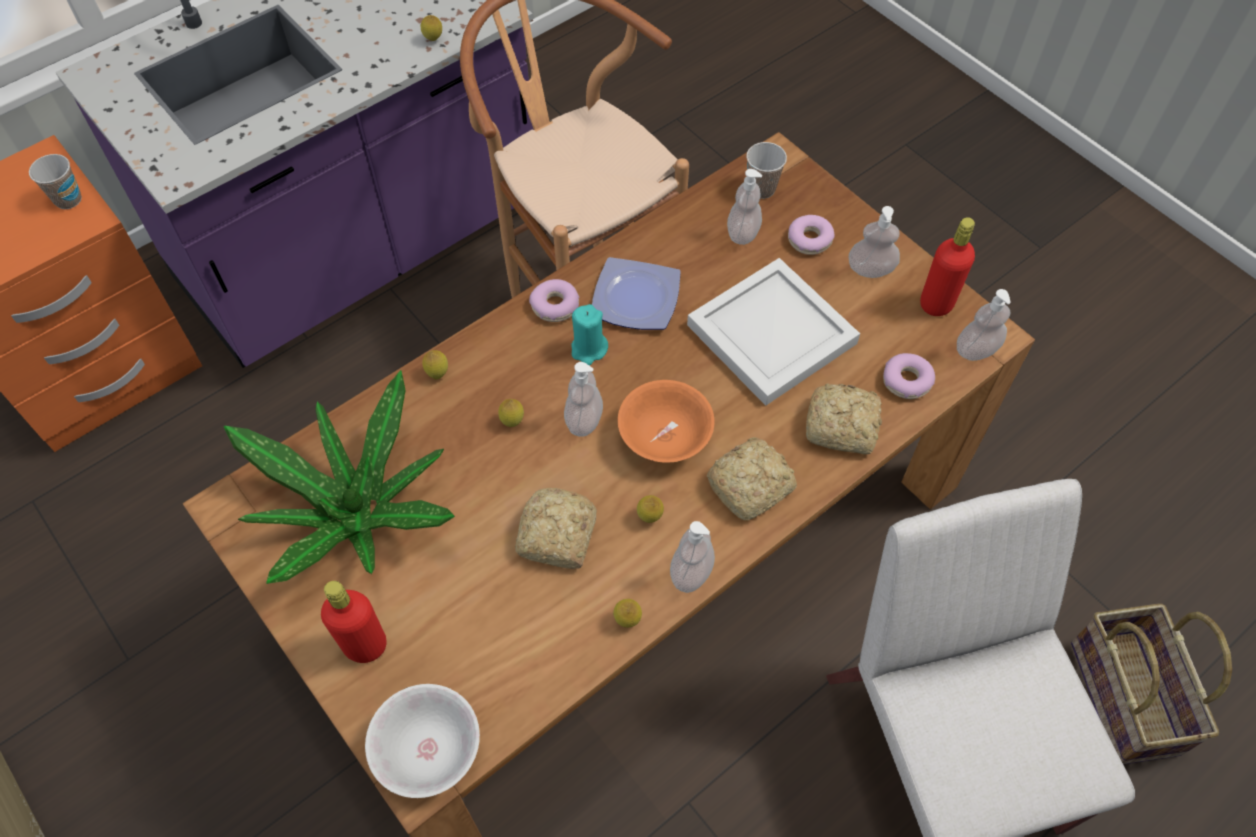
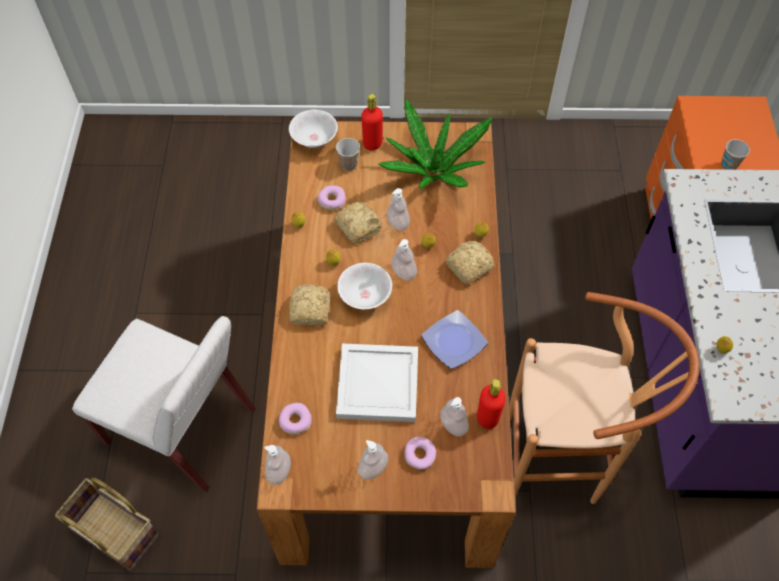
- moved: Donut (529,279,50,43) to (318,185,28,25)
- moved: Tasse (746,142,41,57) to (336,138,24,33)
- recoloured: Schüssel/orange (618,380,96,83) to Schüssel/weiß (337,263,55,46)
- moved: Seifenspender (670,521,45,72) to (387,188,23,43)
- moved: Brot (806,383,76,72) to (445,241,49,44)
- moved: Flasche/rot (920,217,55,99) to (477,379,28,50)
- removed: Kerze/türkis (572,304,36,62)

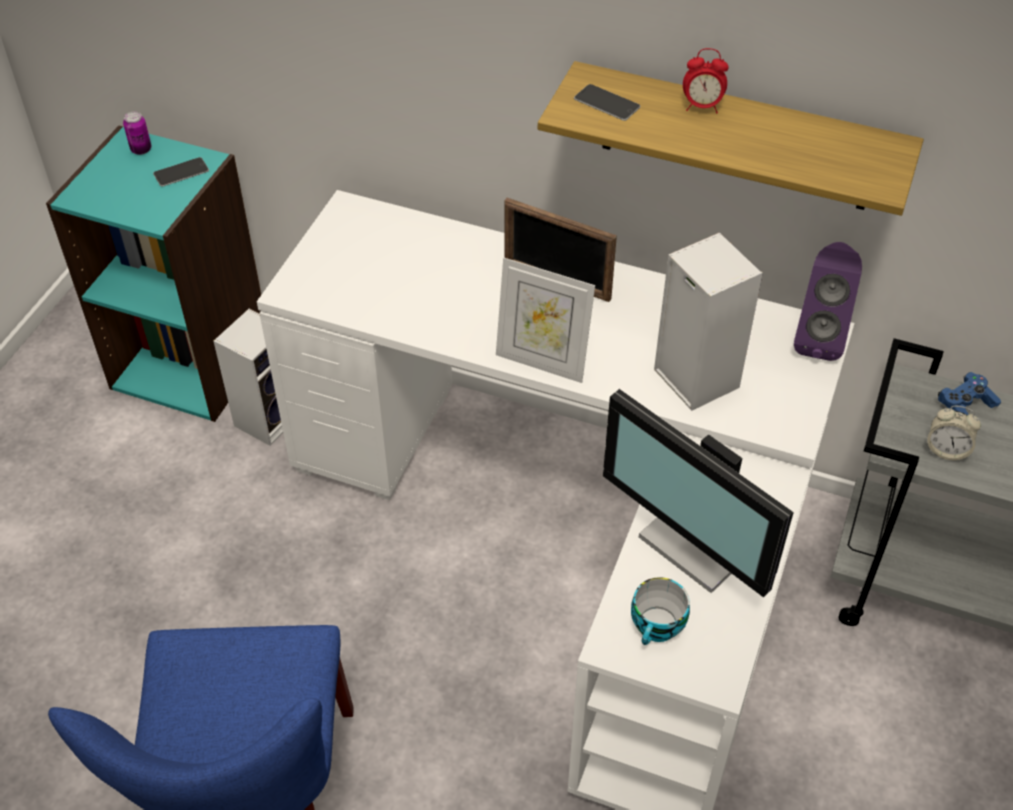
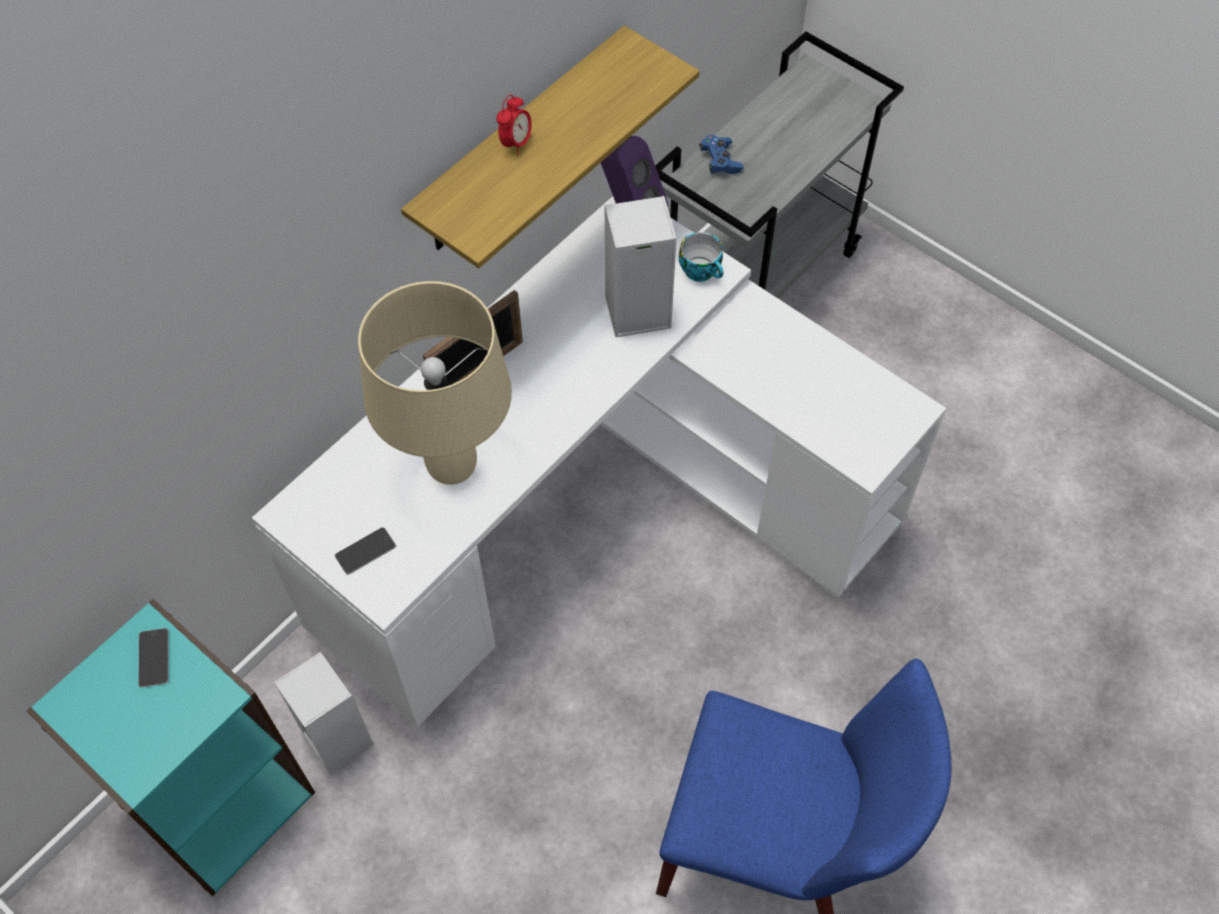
- moved: Handy (574,84,66,37) to (335,527,61,48)
- added: Tischlampe/beige (358,281,154,204)
- moved: Tasse (631,577,59,68) to (679,232,44,50)
- removed: Dose (123,112,28,43)
- removed: Bilderrahmen (496,258,99,125)
- removed: Monitor (603,389,191,209)
- removed: Wecker (927,405,54,56)

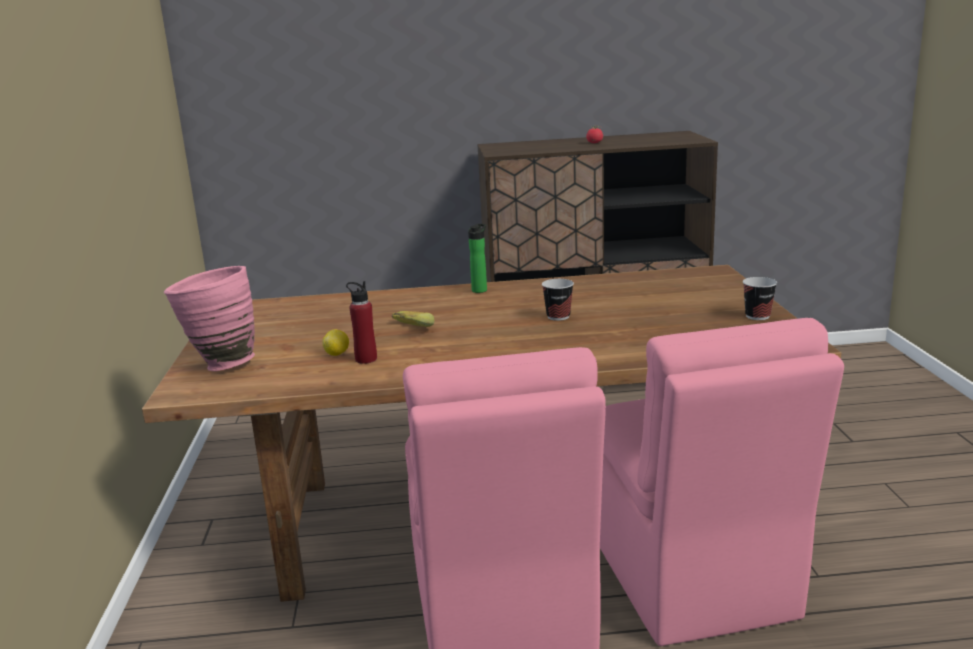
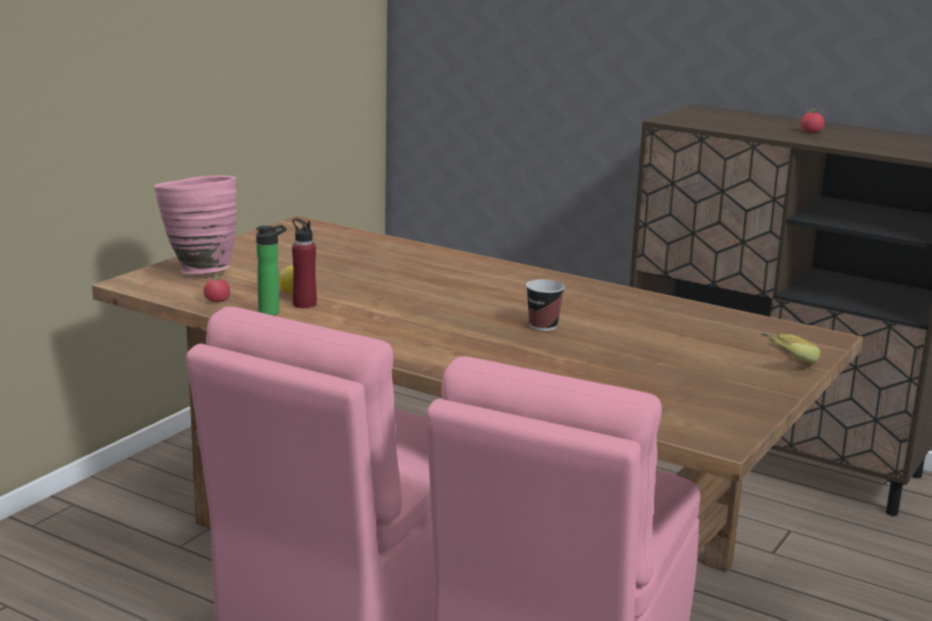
- added: Tomate (204,275,26,27)
- moved: Flasche (468,224,19,69) to (256,225,31,91)
- moved: Banane (392,311,42,16) to (761,333,59,30)
- removed: Tasse (743,277,34,43)

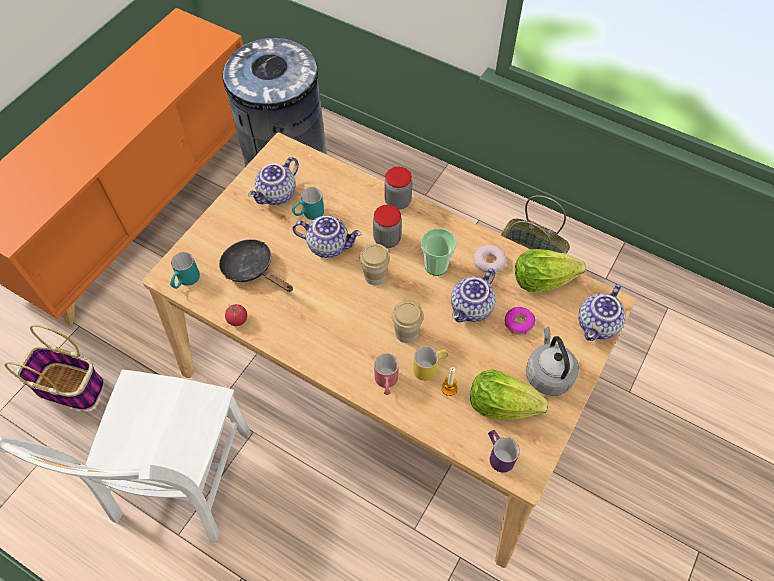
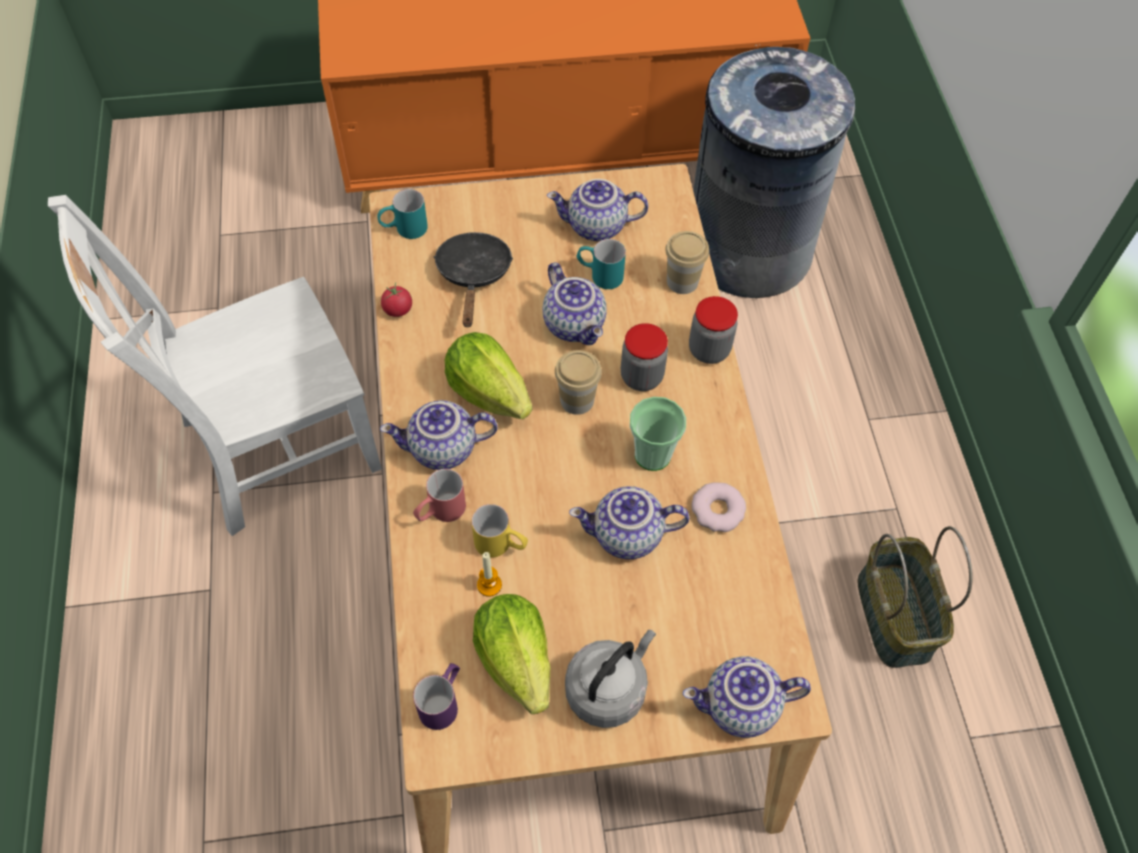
- added: Teekanne (380,400,118,70)
- moved: Salatkopf (515,249,71,43) to (445,332,87,87)
- moved: Tasse (392,301,32,42) to (665,231,44,63)
- removed: Korb (5,325,99,85)
- removed: Donut (505,307,31,28)

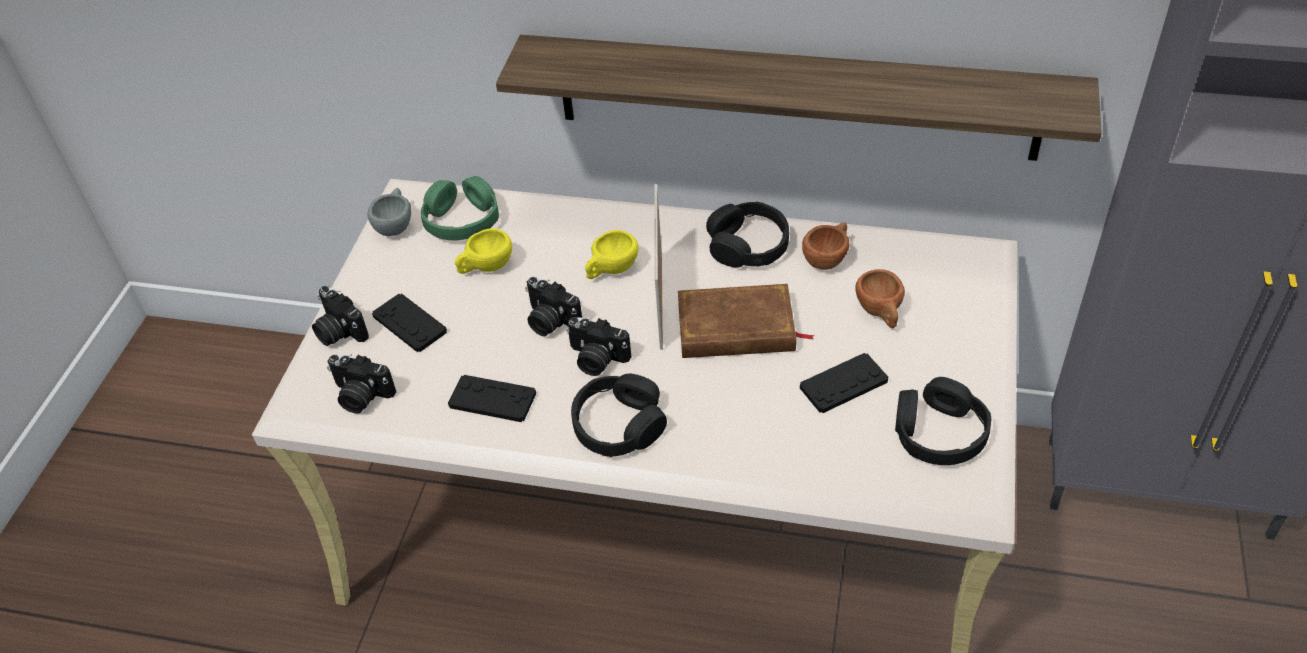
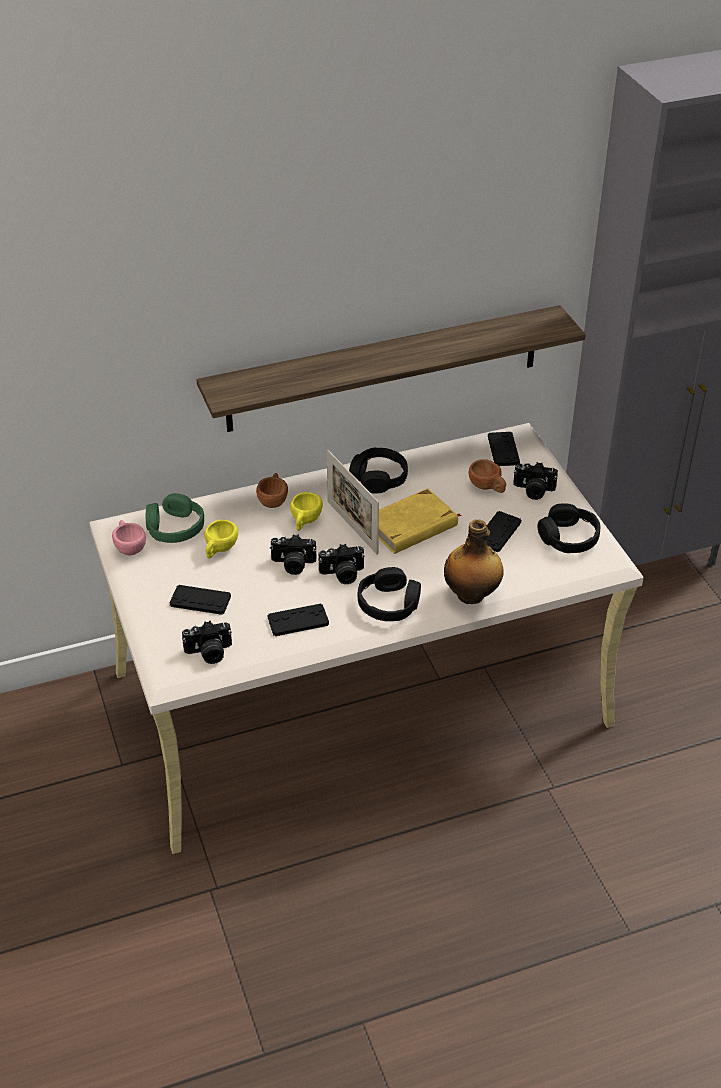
- recoloured: Tasse/grau (367,188,44,48) to Tasse/rosa (112,520,34,35)
- moved: Tasse/braun (802,223,48,47) to (256,473,32,35)
- recoloured: Buch/braun (678,284,136,74) to Buch/gelb (379,488,83,66)
- added: Flasche (444,519,60,85)
- added: Gamepad/schwarz (488,432,32,34)
- moved: Kamera (312,286,57,60) to (513,462,45,38)

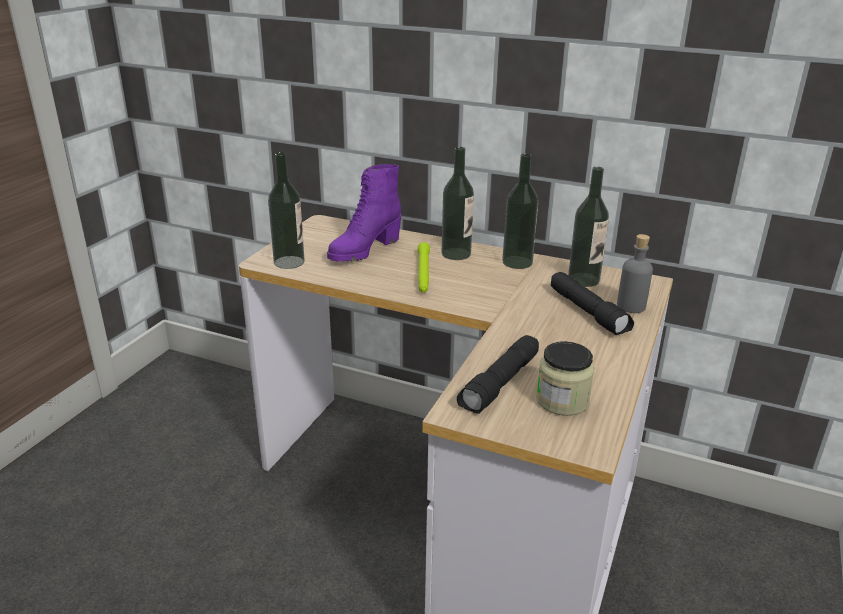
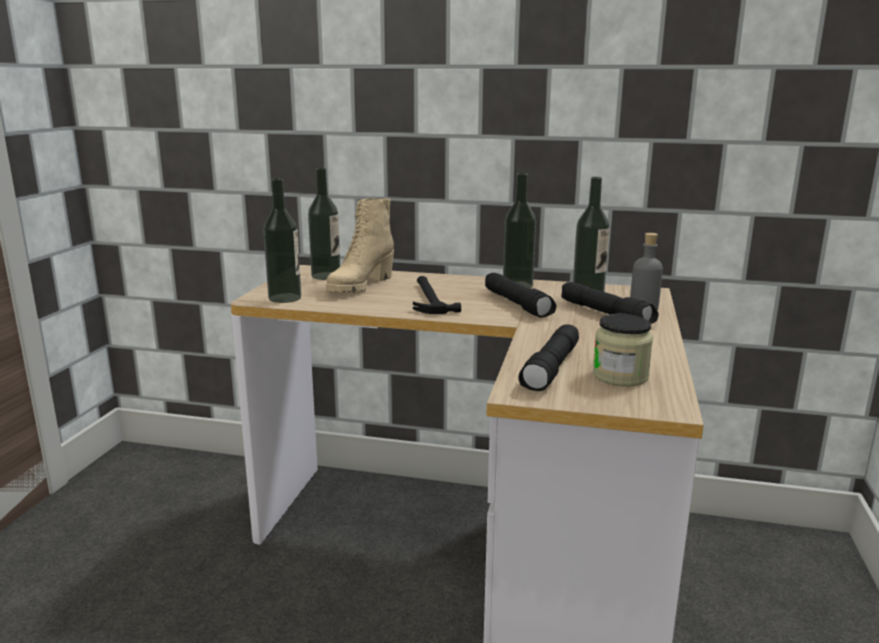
- moved: Flasche (441,147,33,113) to (308,168,32,112)
- recoloured: Stiefel/lila (327,164,74,98) to Stiefel/beige (326,198,68,95)
- replaced: Taschenlampe/grün (418,242,12,50) to Hammer (413,276,48,38)
- added: Taschenlampe/schwarz (485,273,71,45)

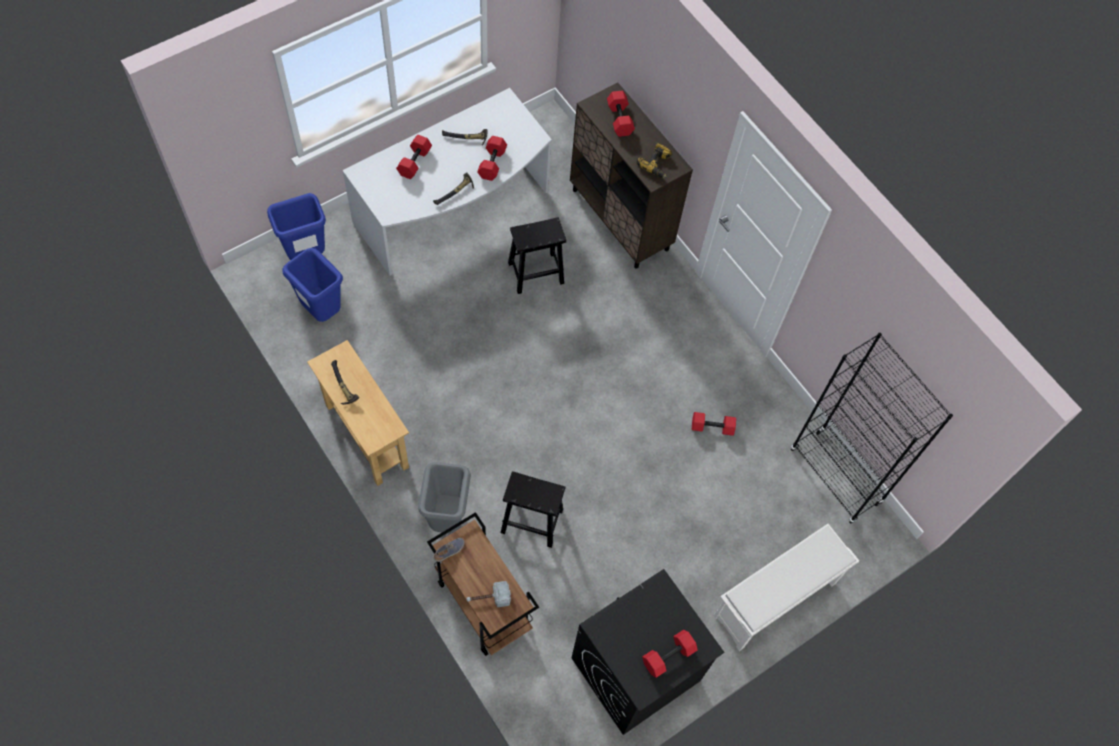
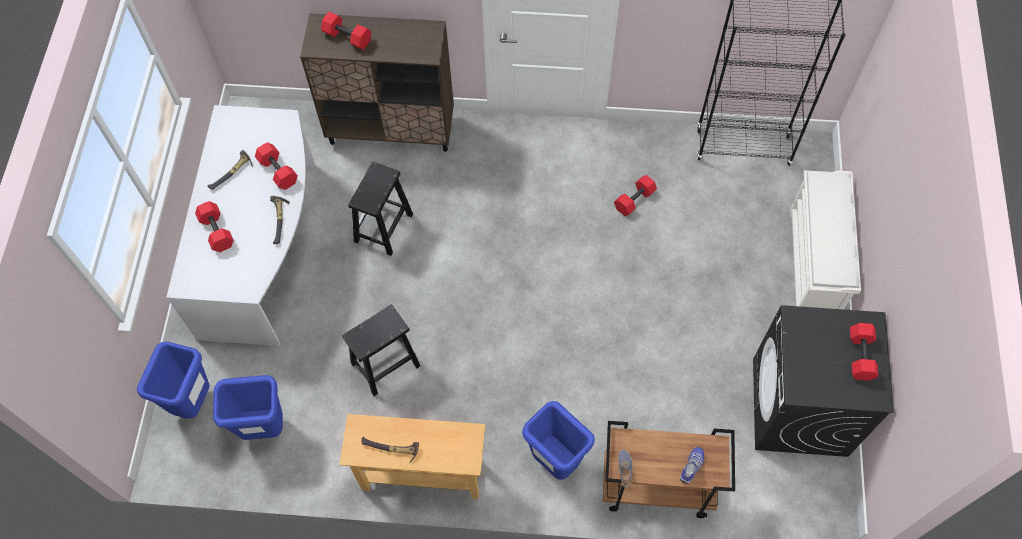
- moved: Hocker/schwarz (501,471,64,77) to (342,304,78,92)
- recoloured: Mülleimer/grau (418,462,53,71) to Mülleimer/blau (522,401,73,79)
- replaced: Hammer (466,581,45,26) to Schuh (680,447,24,37)
- removed: Bohrmaschine (637,143,35,35)

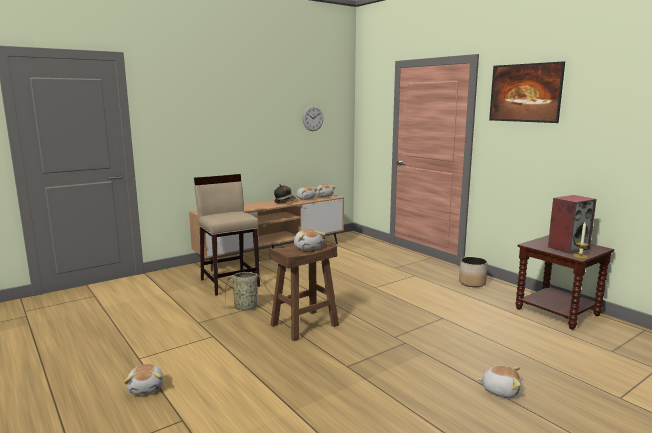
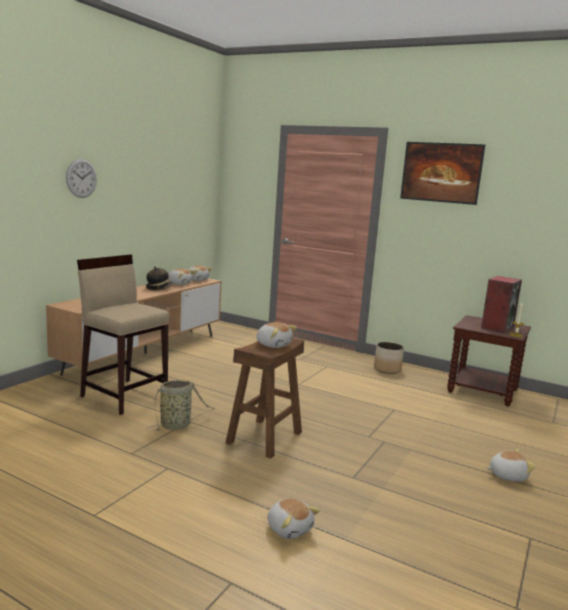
- moved: Wanduhr (303,106,20,25) to (66,159,31,39)
- moved: Plüschtier (124,364,40,31) to (267,498,53,41)

